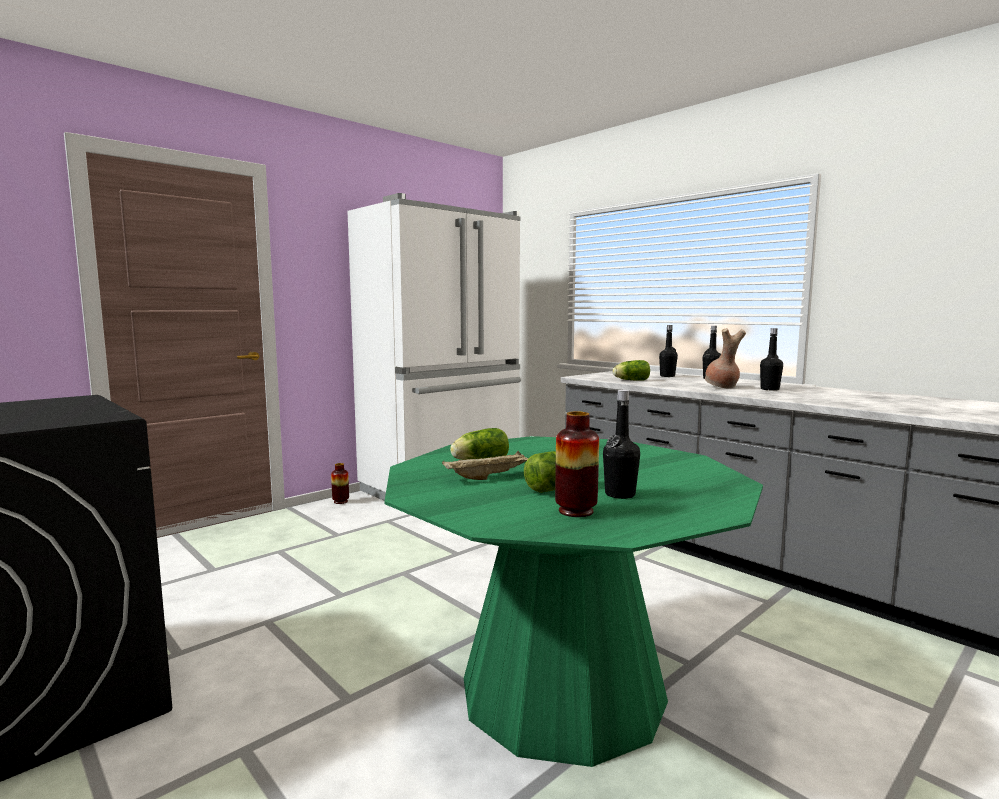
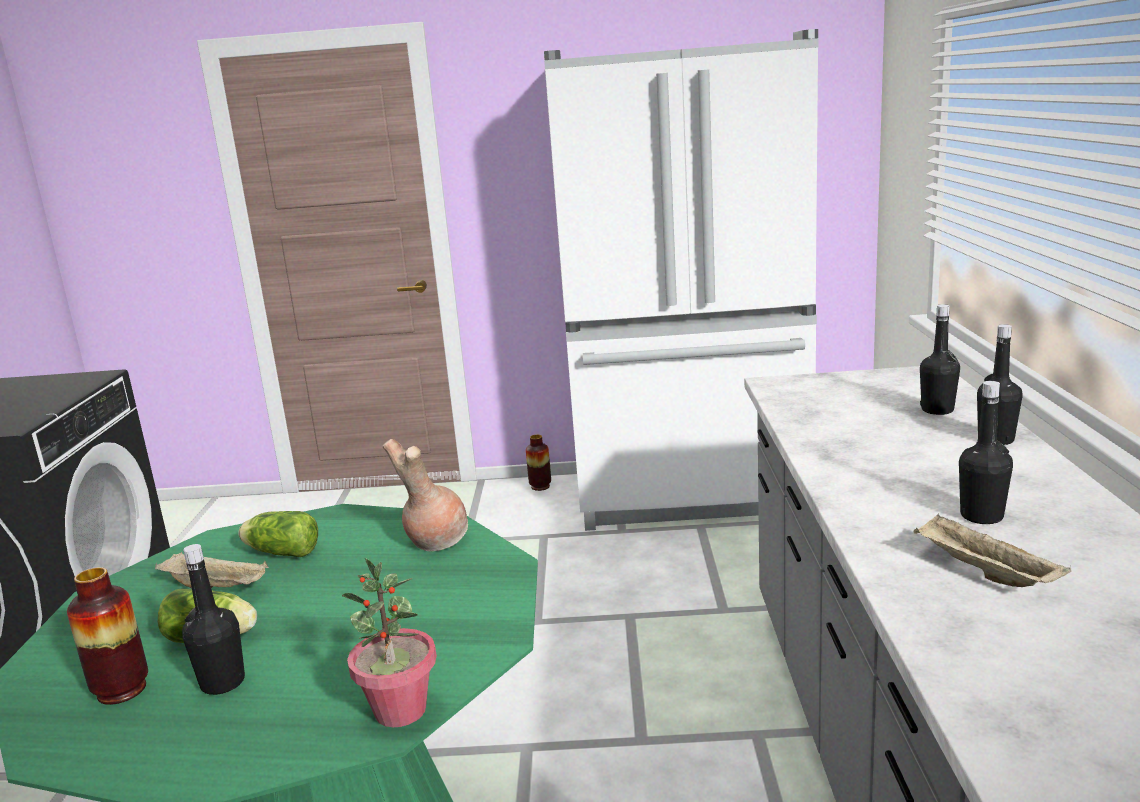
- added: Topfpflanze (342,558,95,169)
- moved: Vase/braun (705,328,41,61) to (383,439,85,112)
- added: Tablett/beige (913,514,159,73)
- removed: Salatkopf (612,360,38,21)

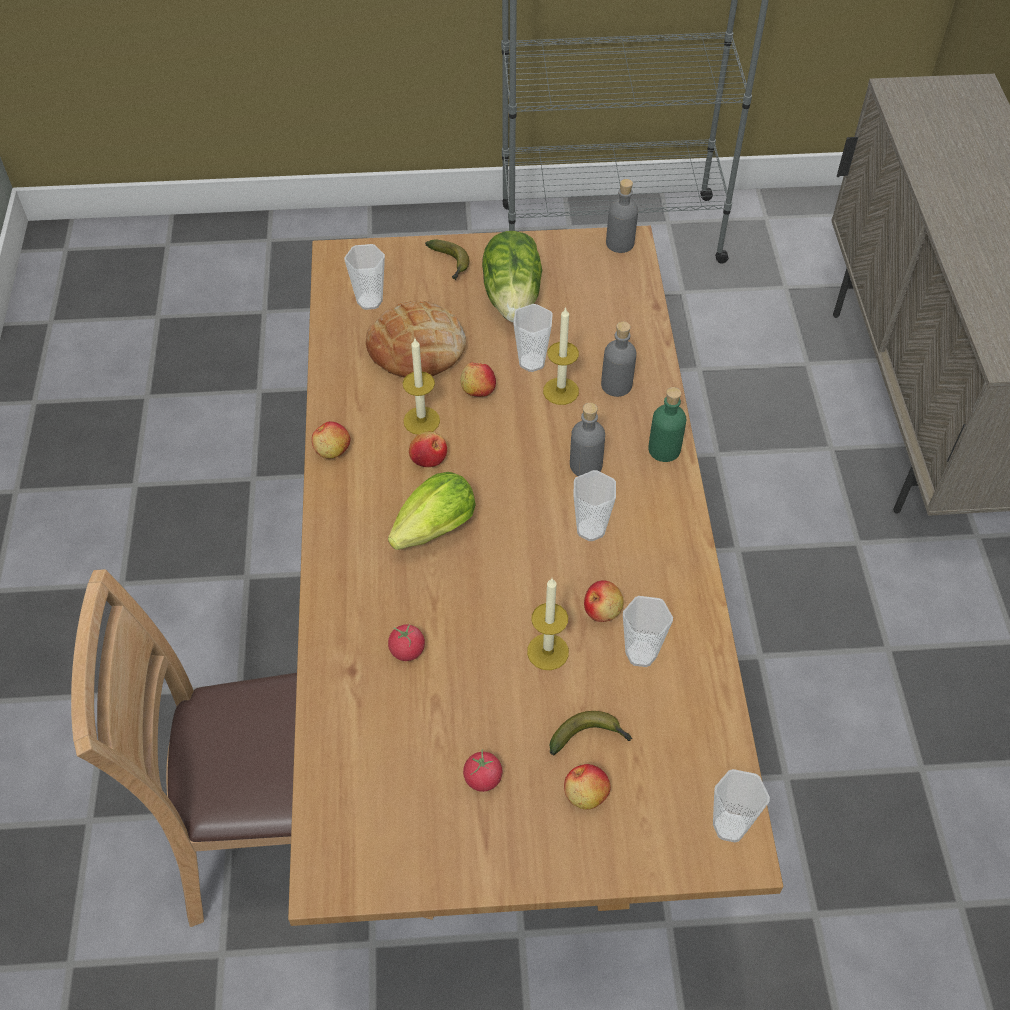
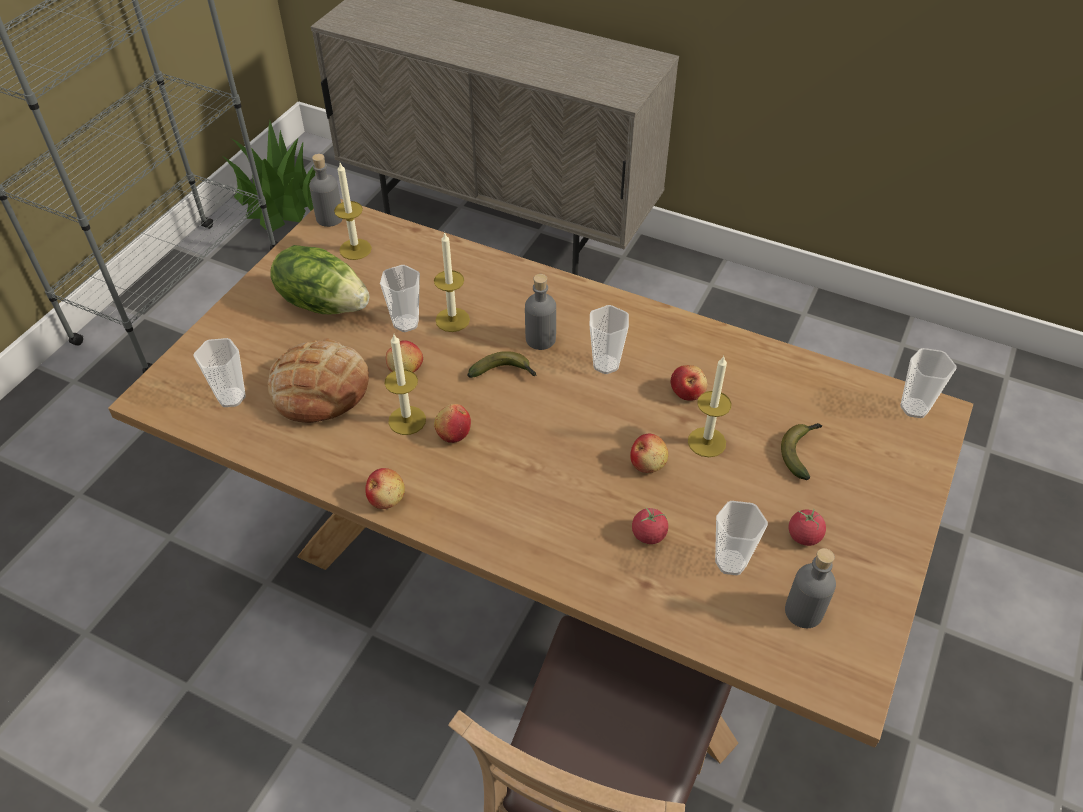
- added: Topfpflanze (222,121,94,111)
- added: Kerze (334,163,38,97)
- moved: Banane (425,240,44,40) to (467,351,70,27)
- moved: Apfel (564,764,47,45) to (630,433,38,40)
- moved: Tasse (623,596,50,71) to (715,501,53,74)
- moved: Flasche/grau (601,322,36,75) to (785,548,51,80)
- removed: Salatkopf (388,472,88,78)
- removed: Flasche/grün (648,387,38,75)

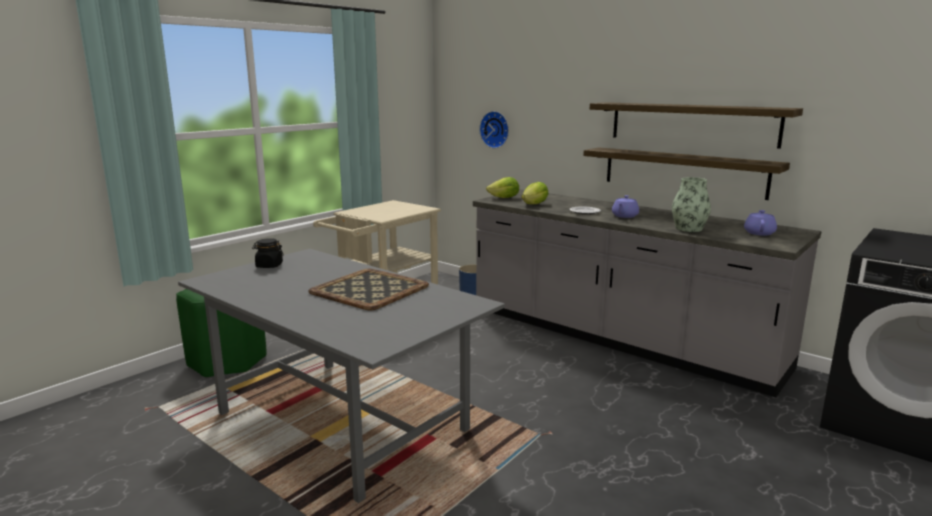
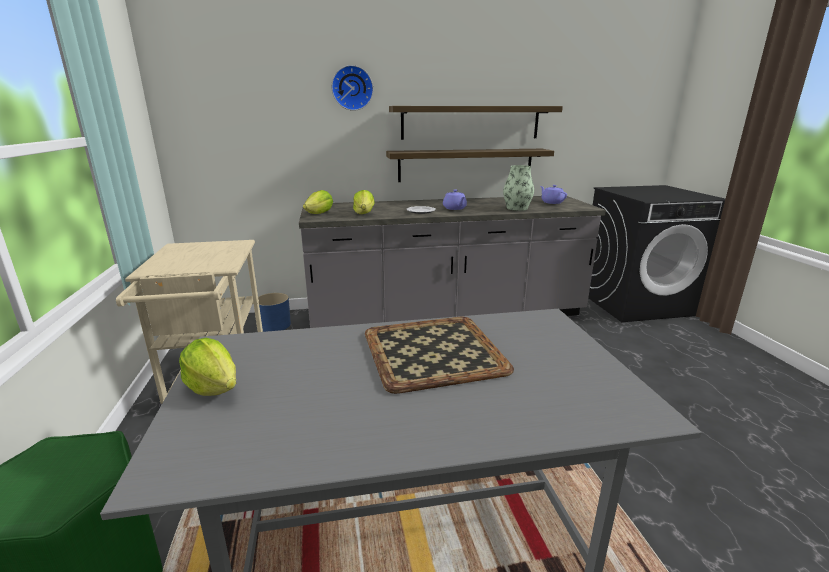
- replaced: Vorratsglas/schwarz (252,238,32,30) to Salatkopf (179,338,57,58)
- moved: Wanduhr (479,111,30,37) to (331,65,42,46)

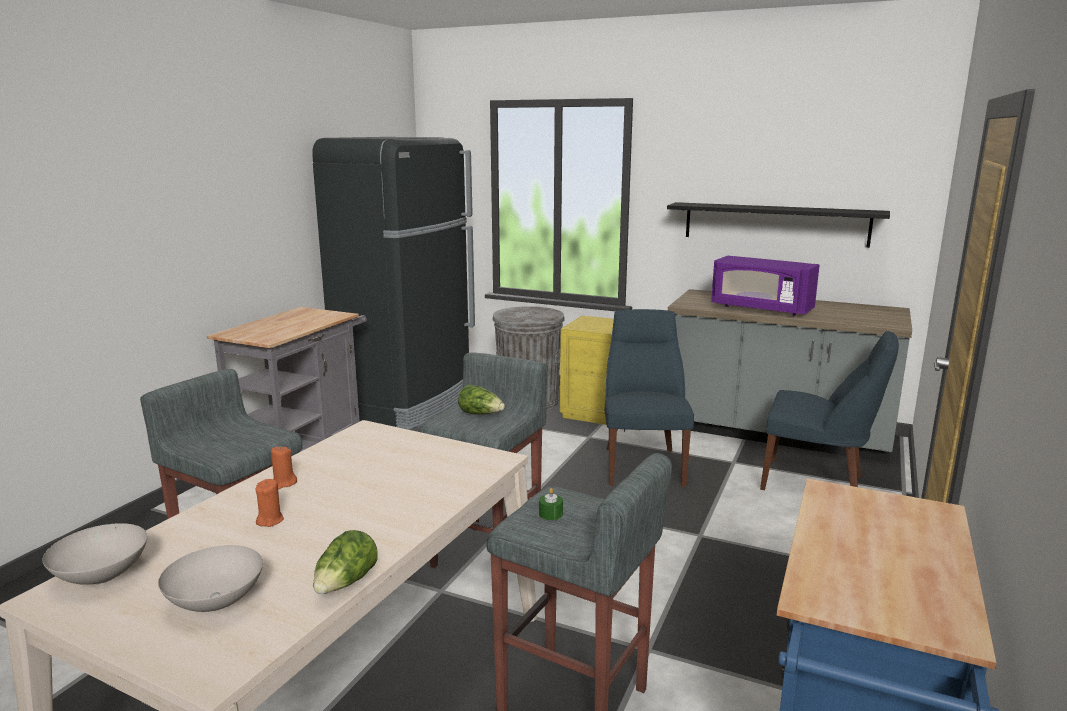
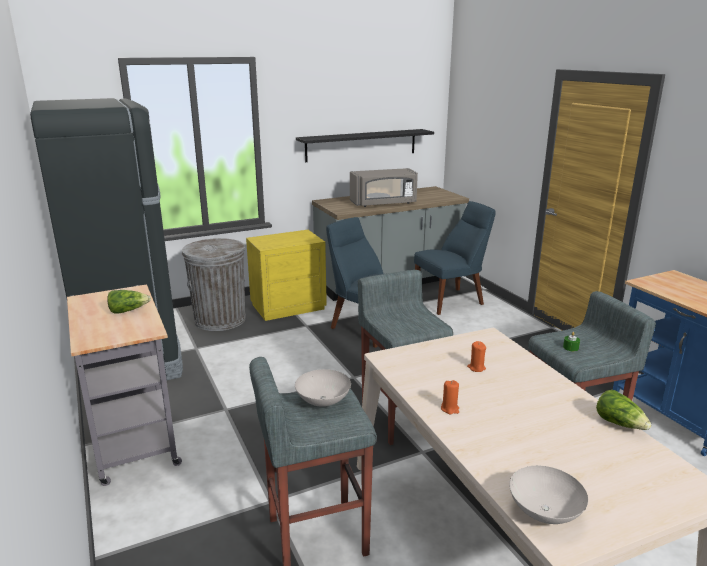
- moved: Salatkopf (458,384,47,30) to (107,290,44,23)
- moved: Schüssel/weiß (158,545,105,67) to (295,369,56,38)
- recoloured: Mikrowelle/lila (711,256,109,60) to Mikrowelle/grau (350,168,68,39)
- moved: Kerze/orange (256,479,28,48) to (467,341,19,31)

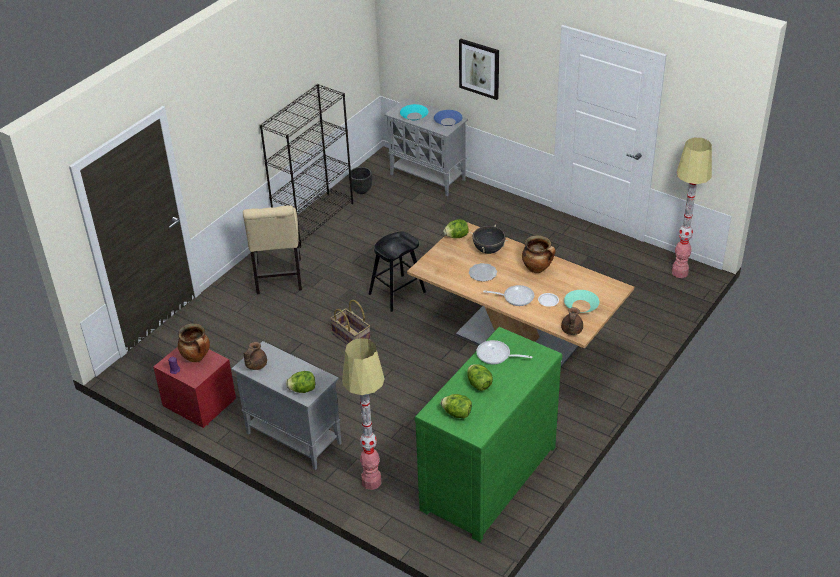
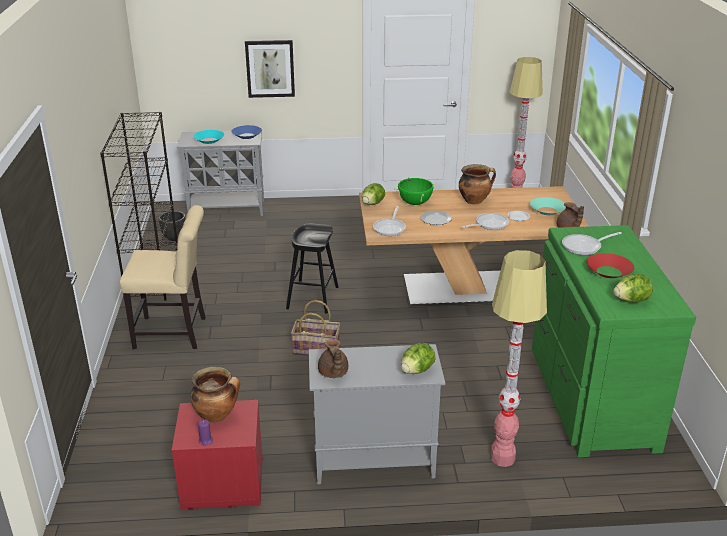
- turned: Stuhl/beige (243,205,59,89) = (120,205,85,145) 45 degrees counterclockwise
- added: Pfanne (373,206,33,30)
- recoloured: Kochtopf/schwarz (470,224,39,30) to Kochtopf/grün (395,177,42,28)
- replaced: Salatkopf (467,364,26,27) to Schüssel/rot (587,253,47,25)

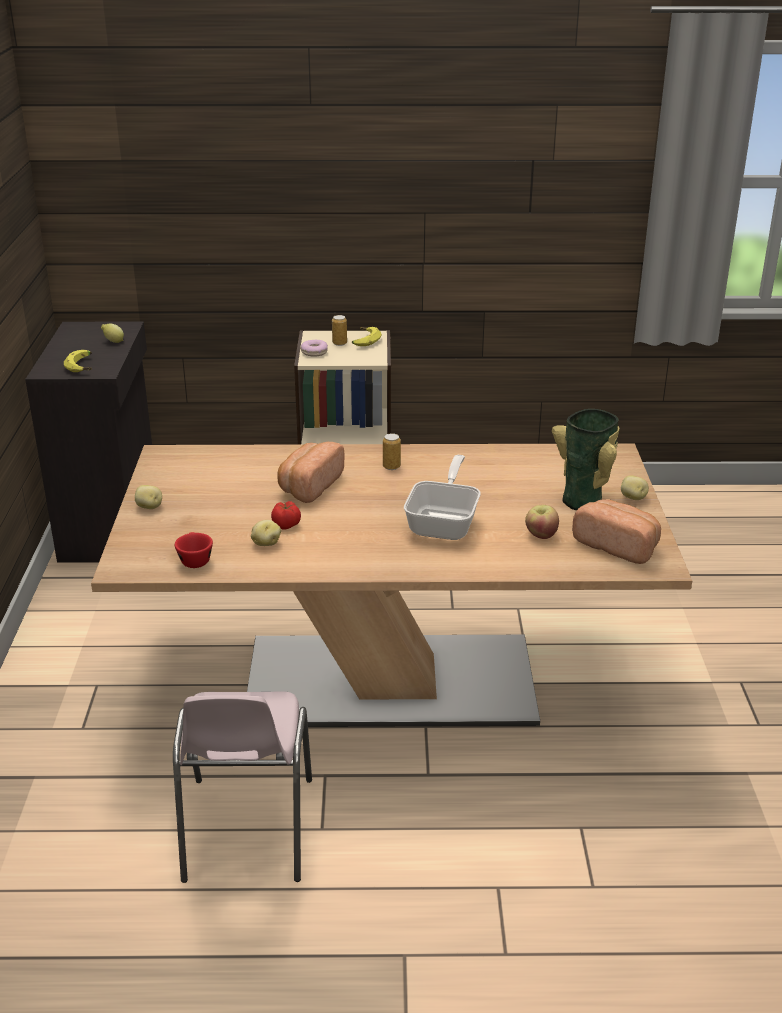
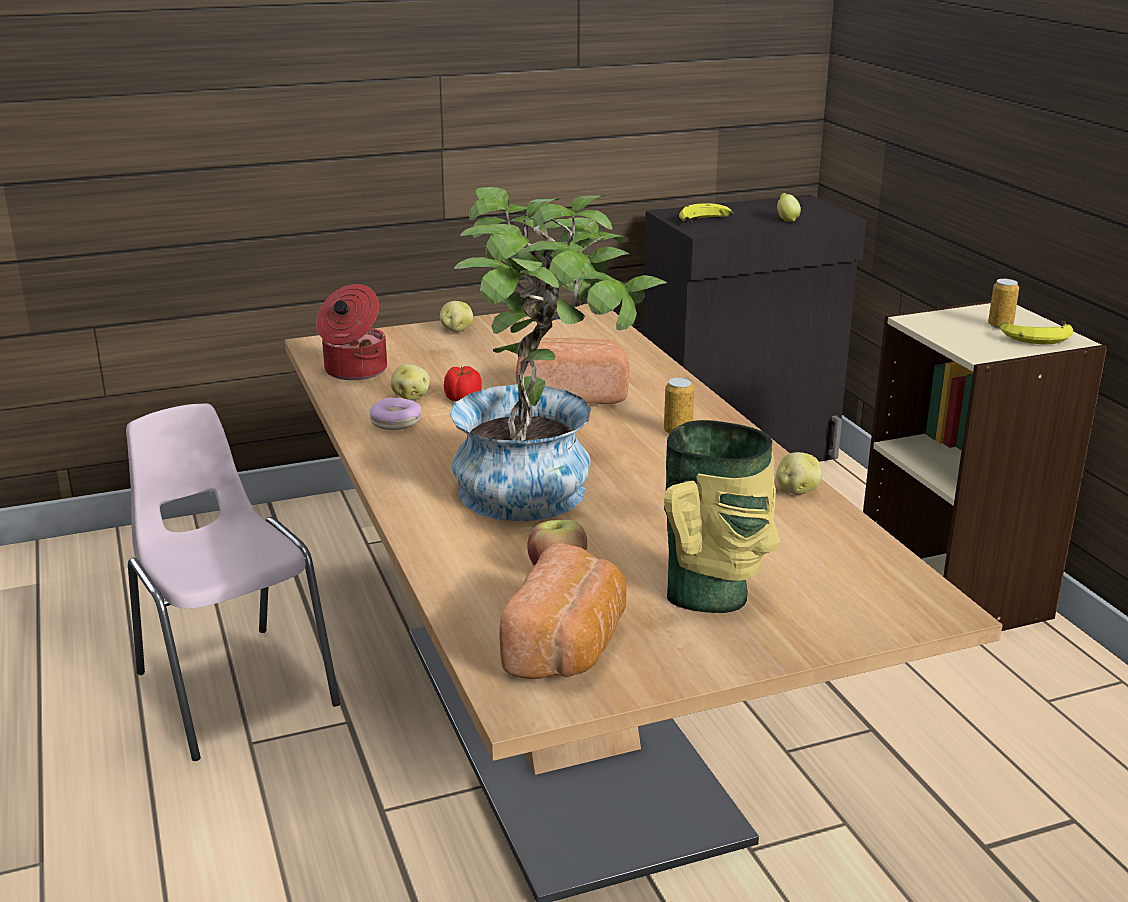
- turned: Stuhl/rosa (173,691,139,192) = (126,403,214,358) 75 degrees clockwise
- replaced: Tasse/rot (175,532,38,36) to Kochtopf (316,284,71,96)
- moved: Donut (301,340,27,17) to (369,398,53,32)
- replaced: Pfanne (404,455,77,85) to Topfpflanze (450,187,217,334)
- moved: Kartoffel (621,475,28,25) to (776,452,45,43)

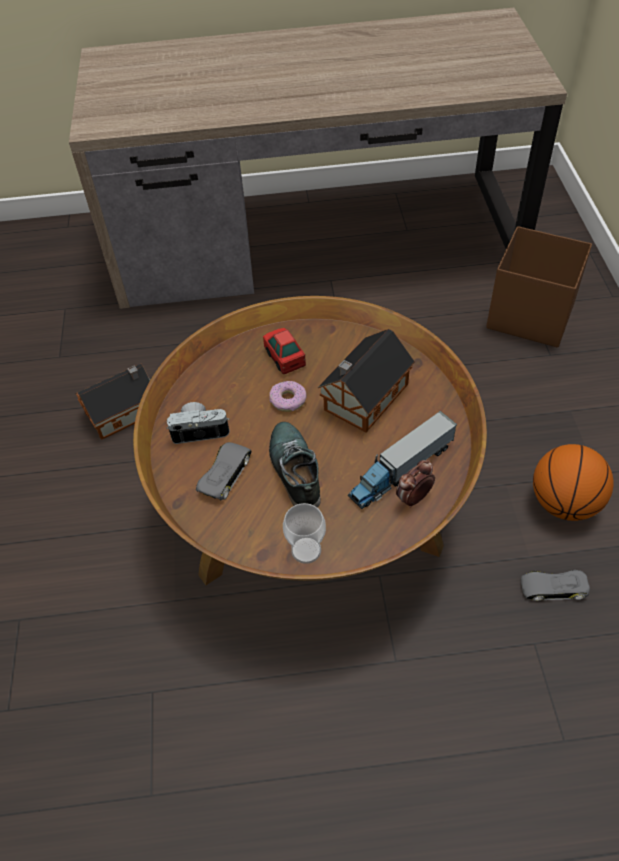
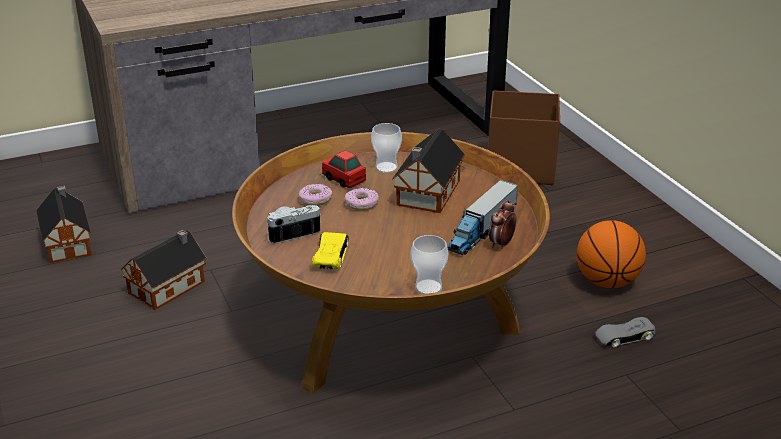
- added: Spielzeughaus (36,186,56,78)
- added: Donut (298,184,35,22)
- recoloured: Spielzeugauto/grau (196,442,56,58) to Spielzeugauto/gelb (312,232,37,38)
- added: Tasse (371,123,31,50)
- removed: Schuh (269,422,52,86)

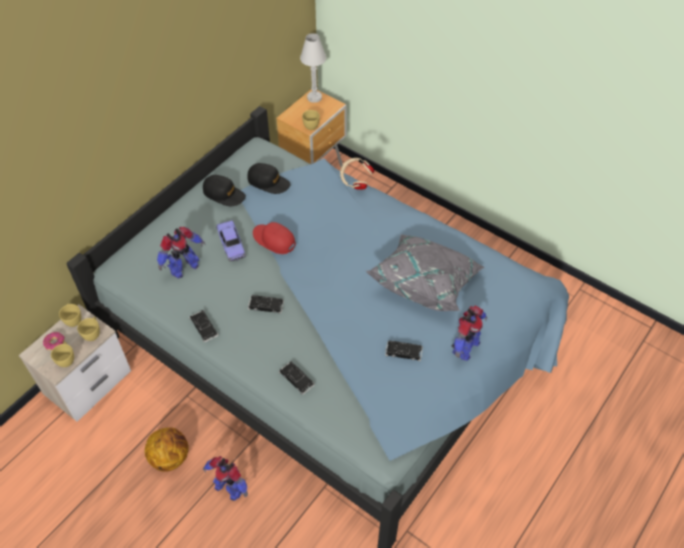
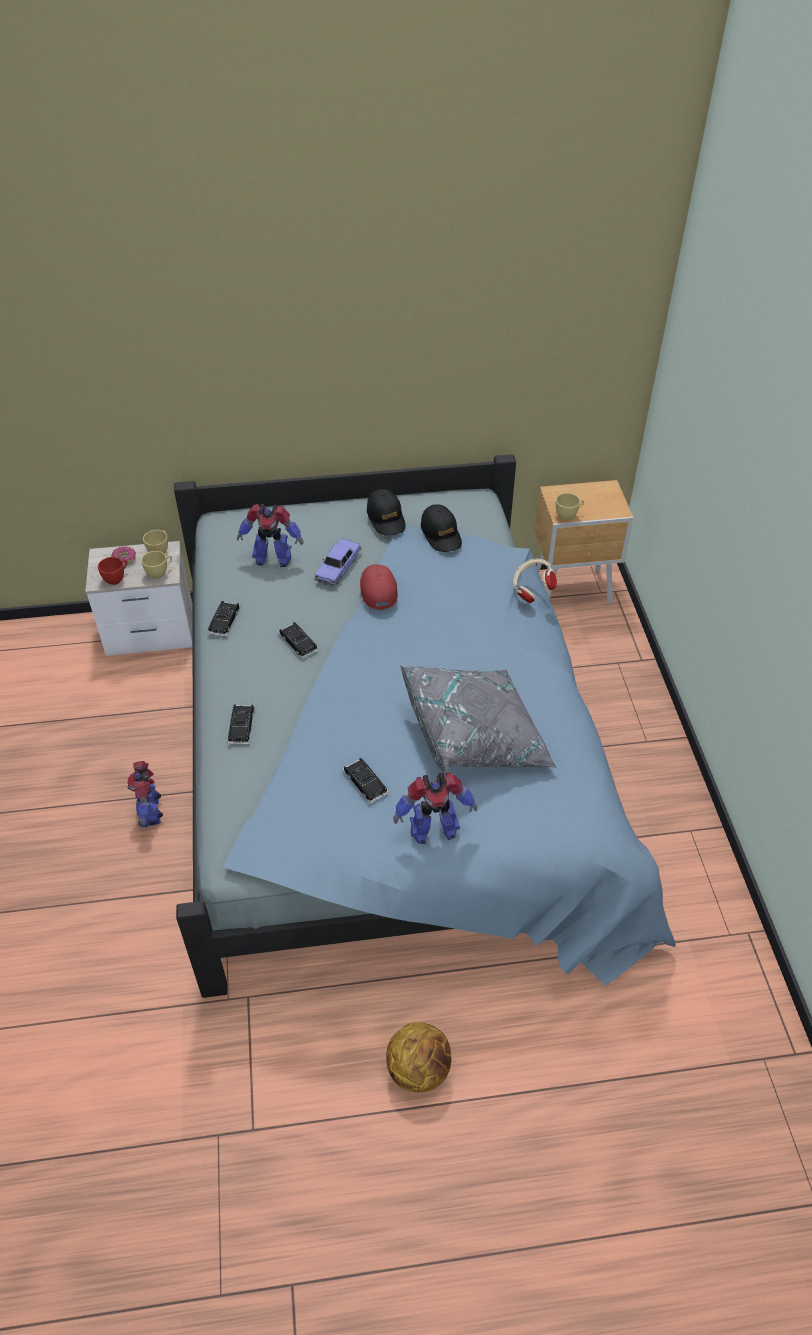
- recoloured: Tasse/gelb (51,342,23,25) to Tasse/rot (98,557,29,28)
- moved: Basketball (145,427,44,45) to (386,1022,66,70)
- removed: Tischlampe/weiß (300,33,26,70)

